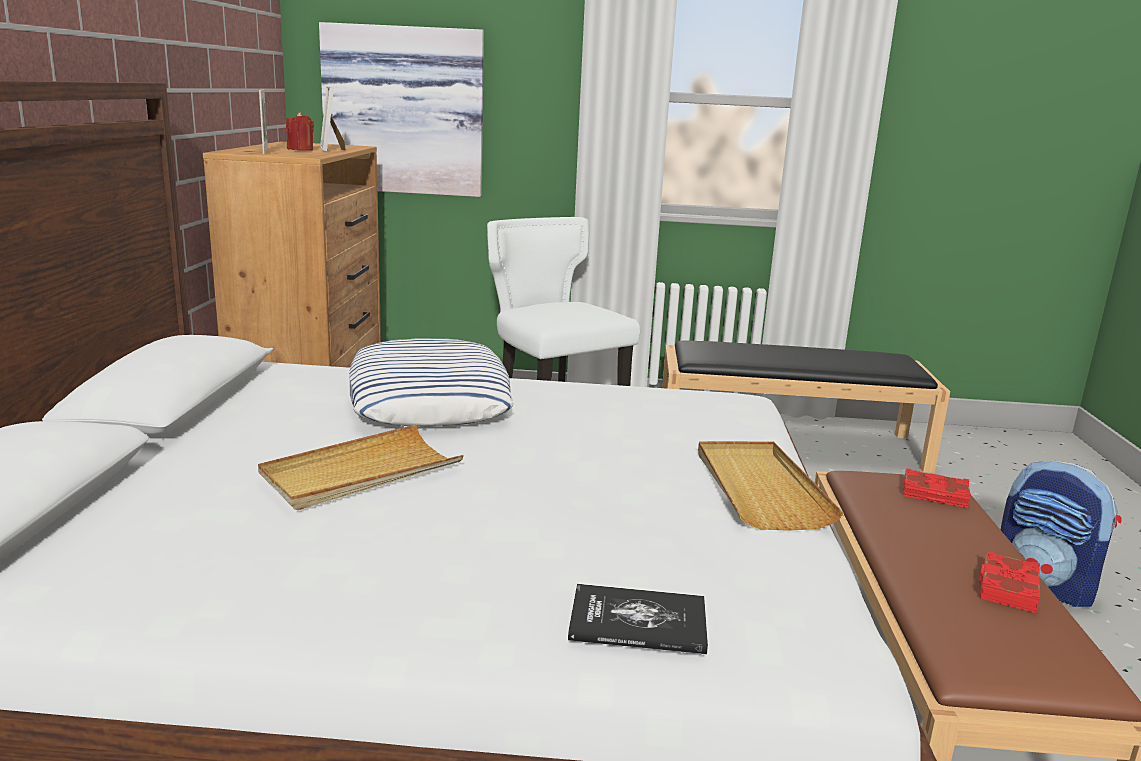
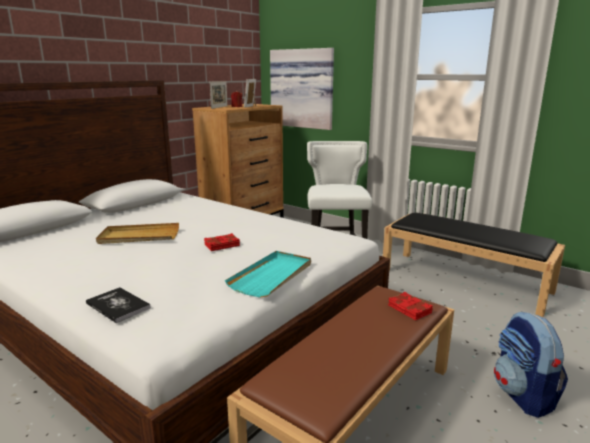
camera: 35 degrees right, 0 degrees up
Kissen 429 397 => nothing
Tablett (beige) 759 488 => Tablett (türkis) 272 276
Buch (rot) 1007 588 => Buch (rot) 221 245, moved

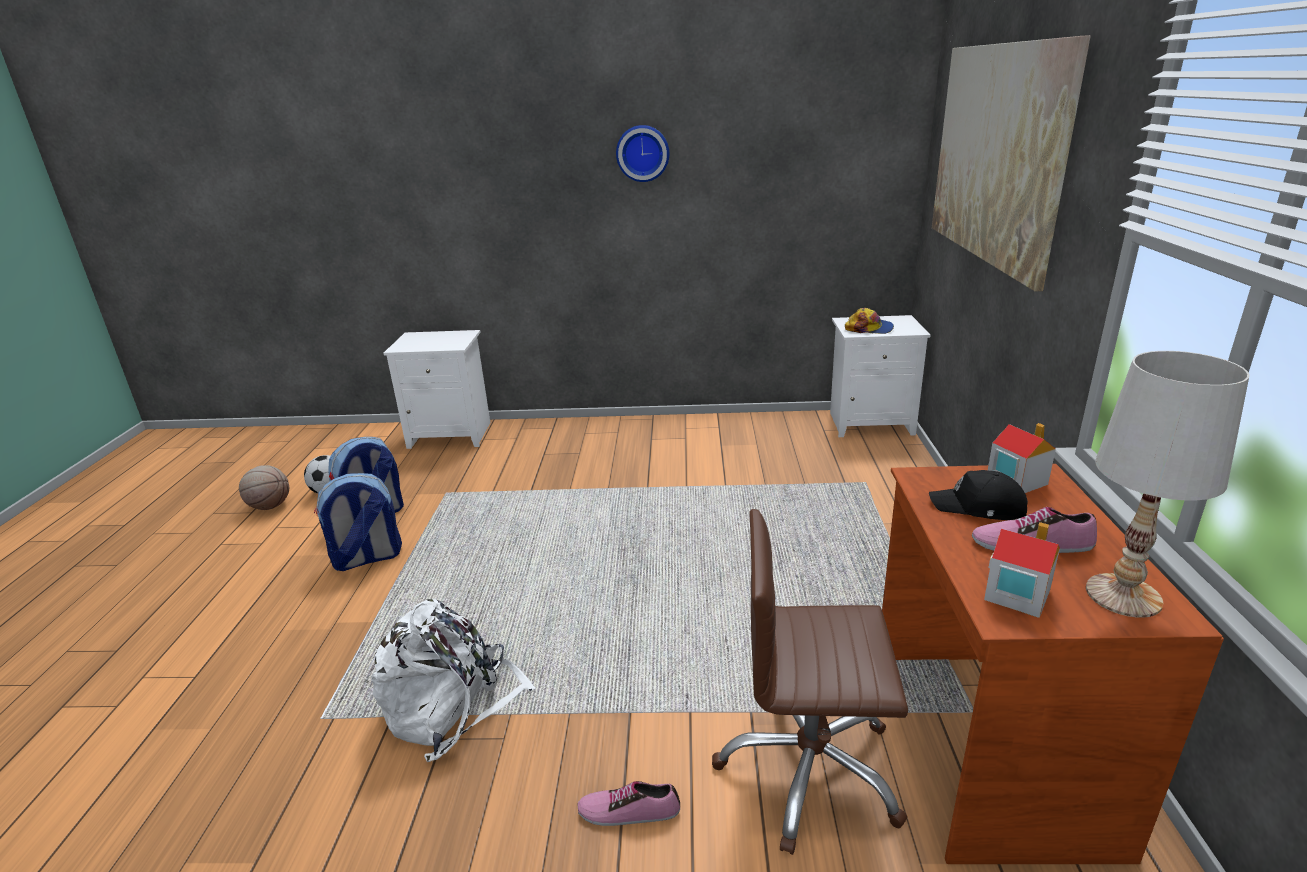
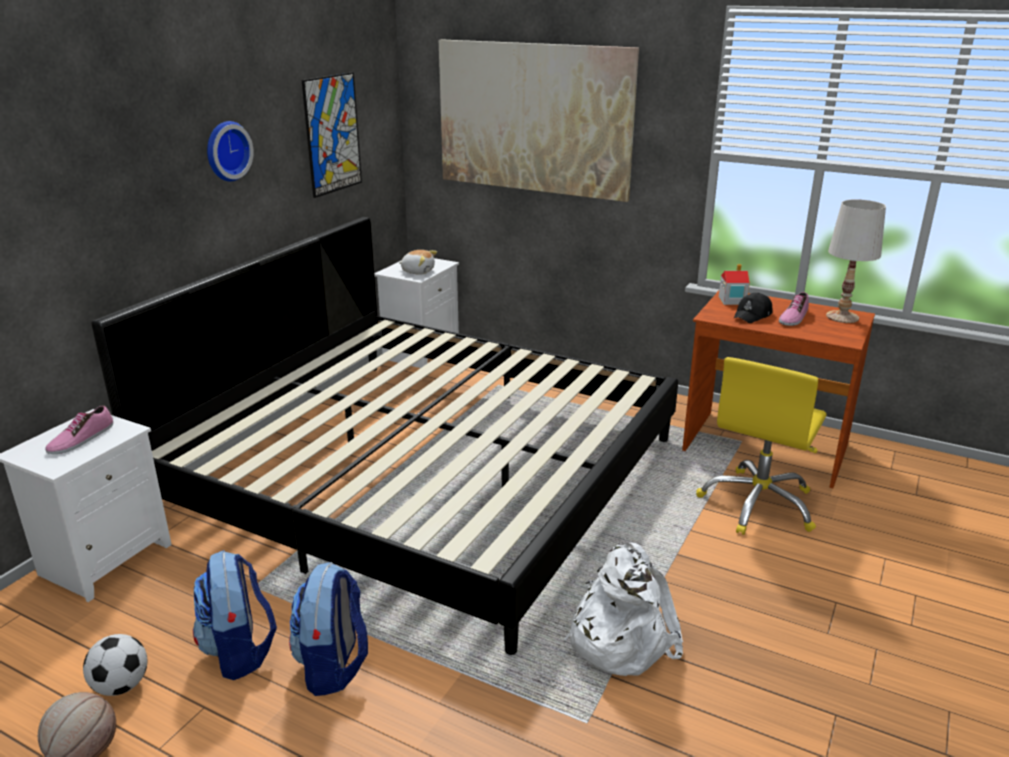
camera: 65 degrees left, 0 degrees up
Kappe 869 328 => Plüschtier 418 271
Bürostuhl (braun) 809 770 => Bürostuhl (gelb) 758 504
Spielzeughaus 1016 594 => nothing
Schuh 629 810 => Schuh 81 439, moved
nothing => Bild 332 134
nothing => Bett 423 472

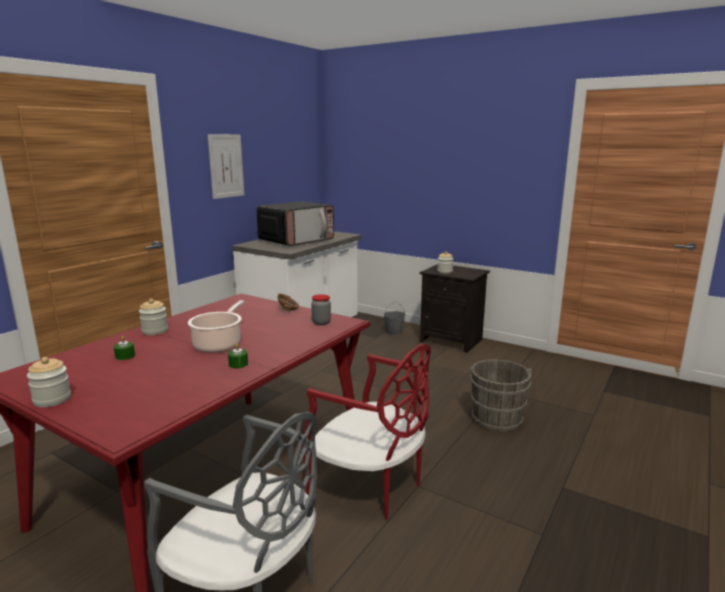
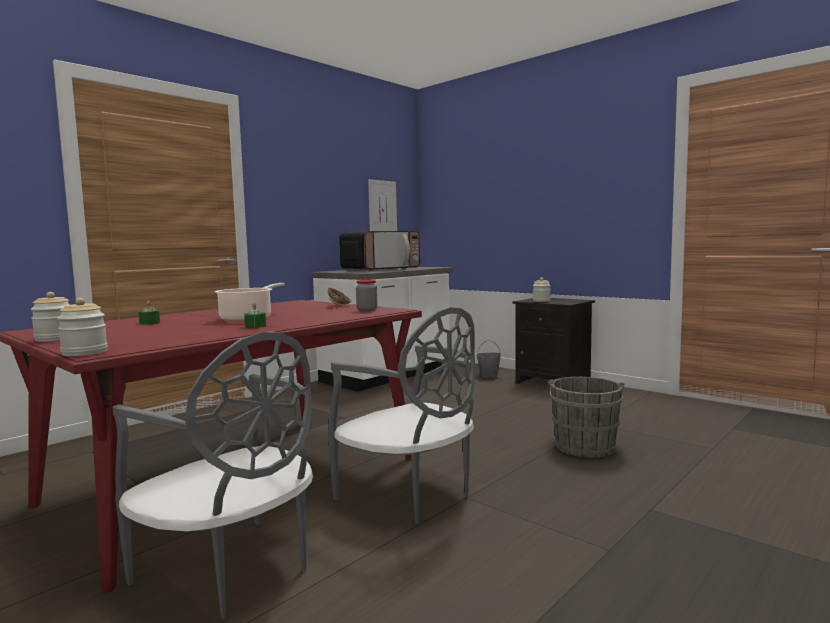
camera: 10 degrees right, 10 degrees down
Bild 226 166 => Bild 382 208, moved
Vorratsglas 155 331 => Vorratsglas 84 352, moved
Stuhl (rot) 370 487 => Stuhl (grau) 410 495

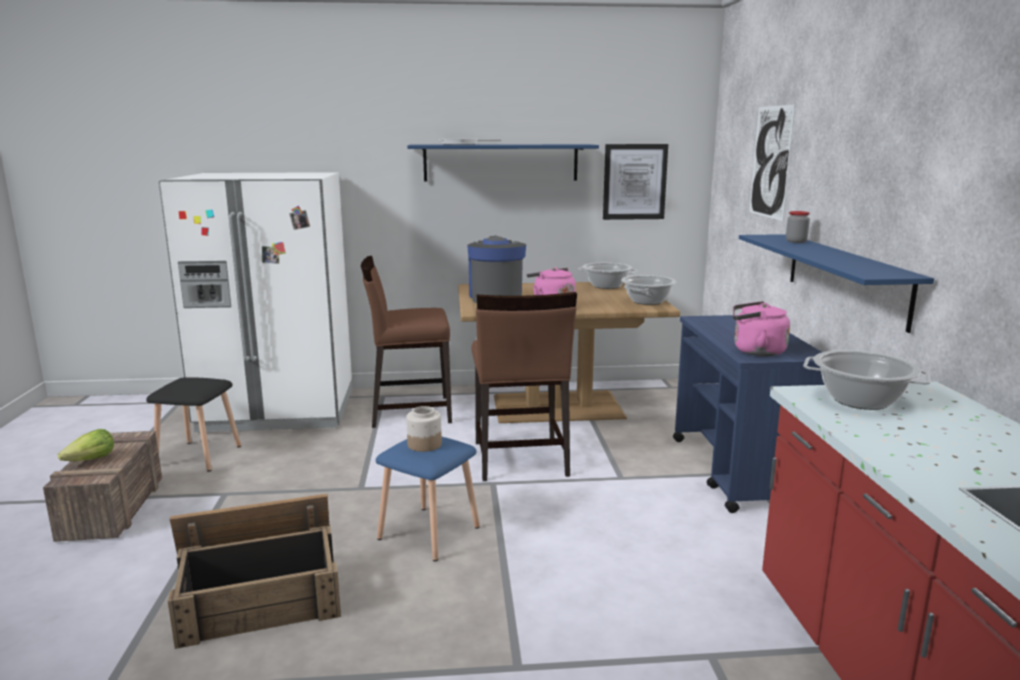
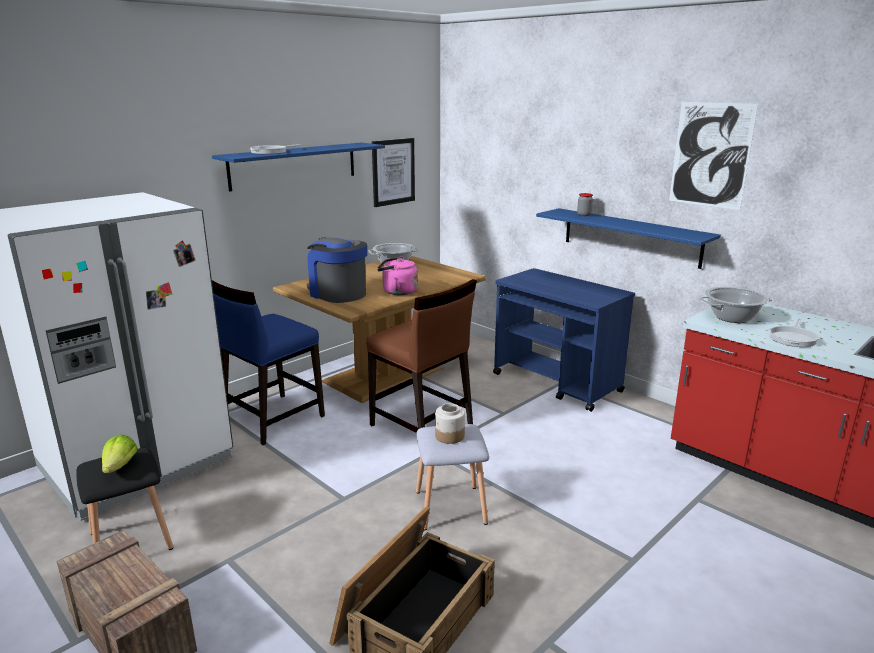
camera: 40 degrees left, 5 degrees up
Bild 770 162 => Bild 710 155, moved
Stuhl (braun) 410 411 => Stuhl (blau) 272 418
Kochtopf 647 301 => nothing
Wasserkessel (rosa) 755 351 => nothing
Salatkopf 91 460 => Salatkopf 120 466, moved
Hocker (blau) 431 533 => Hocker (grau) 451 506
nothing => Pfanne 793 338

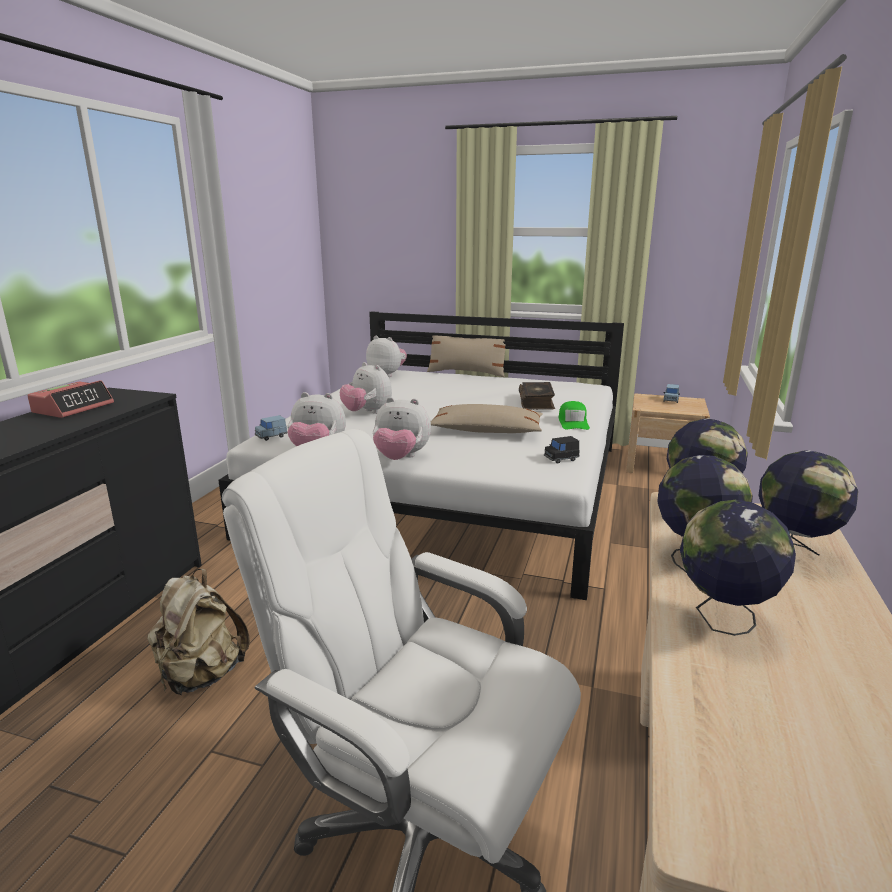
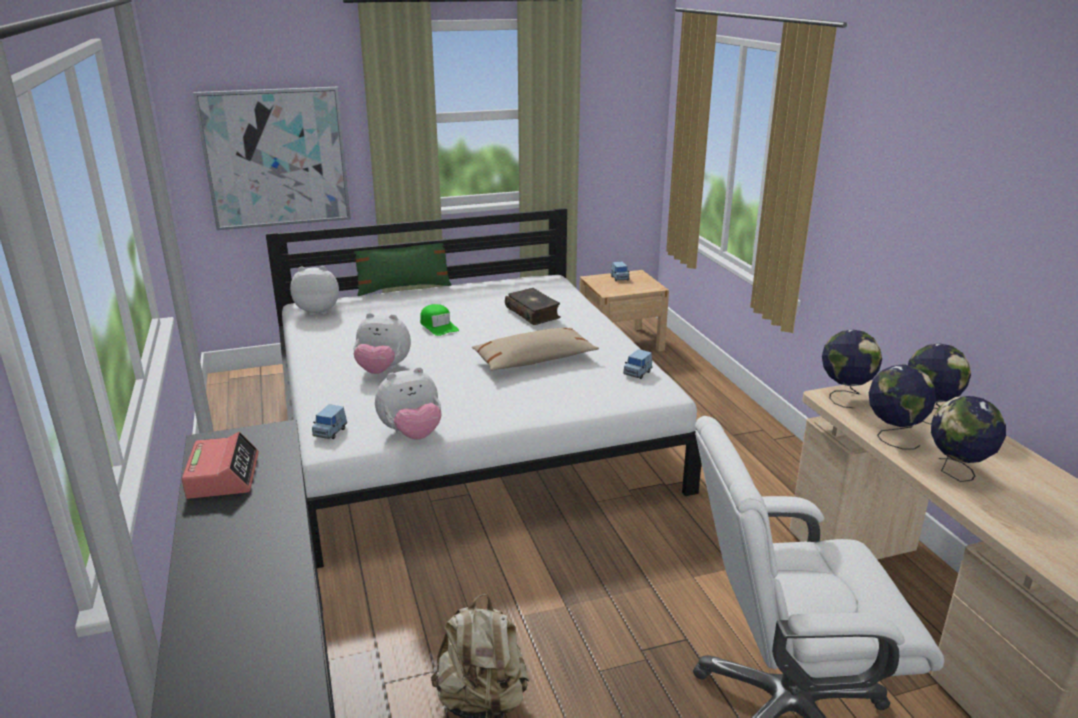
camera: 35 degrees left, 5 degrees up
Kissen (beige) 467 373 => Kissen (grün) 404 288
Plüschtier 401 458 => nothing
Kappe (grün) 573 422 => Kappe (grün) 438 326, moved
Spielzeugauto (schwarz) 561 459 => Spielzeugauto (blau) 637 373
nothing => Bild 276 158

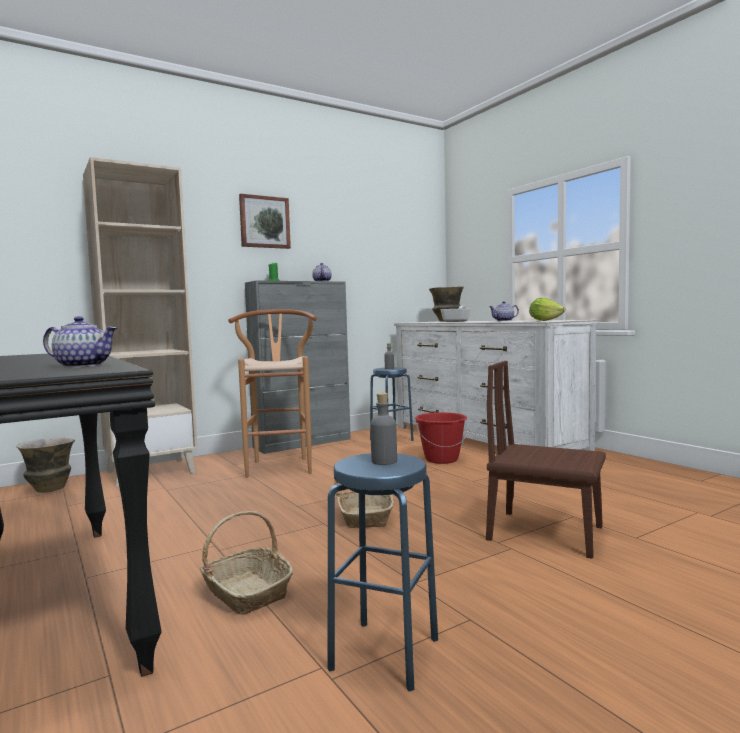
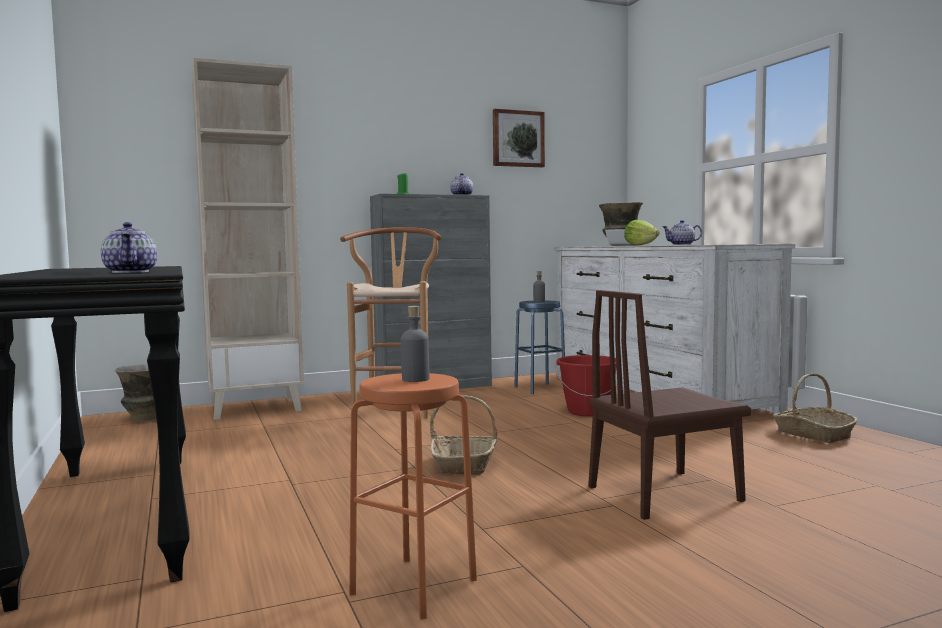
camera: 10 degrees right, 0 degrees up
Bild 264 222 => Bild 517 139, moved
Salatkopf 545 320 => Salatkopf 640 245, moved
Teekanne 82 366 => Teekanne 131 272, 45 degrees clockwise
Stuhl (braun) 545 533 => Stuhl (braun) 664 493, 60 degrees counterclockwise
Hocker (blau) 385 653 => Hocker (orange) 414 586
Korb 246 592 => Korb 813 434, moved

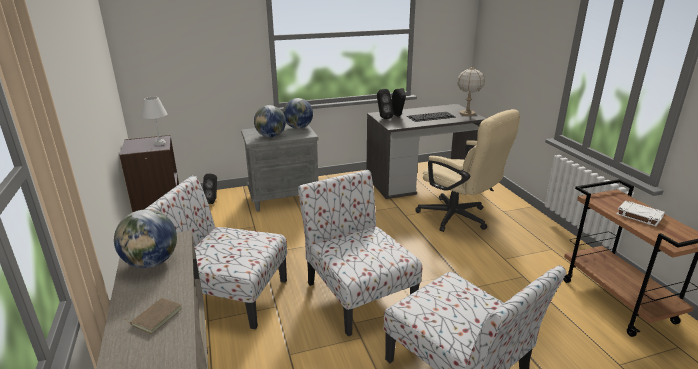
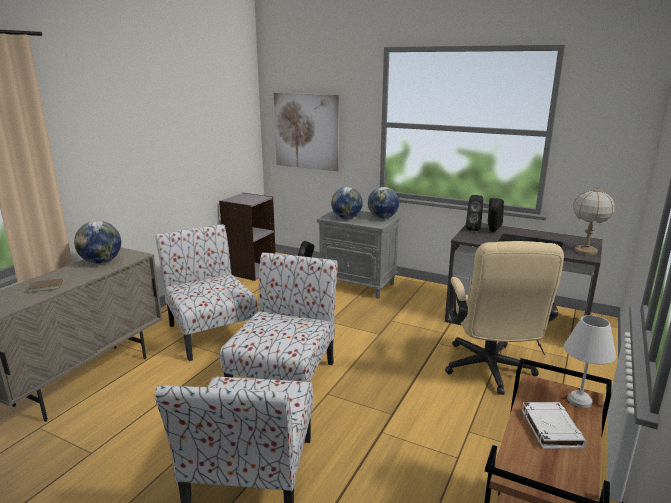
camera: 45 degrees right, 5 degrees down
Tischlampe (weiß) 160 143 => Tischlampe (weiß) 579 401, moved
nothing => Bild 306 131

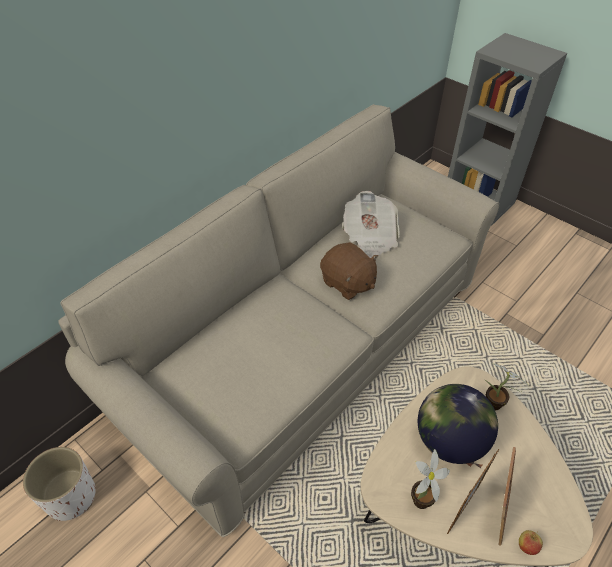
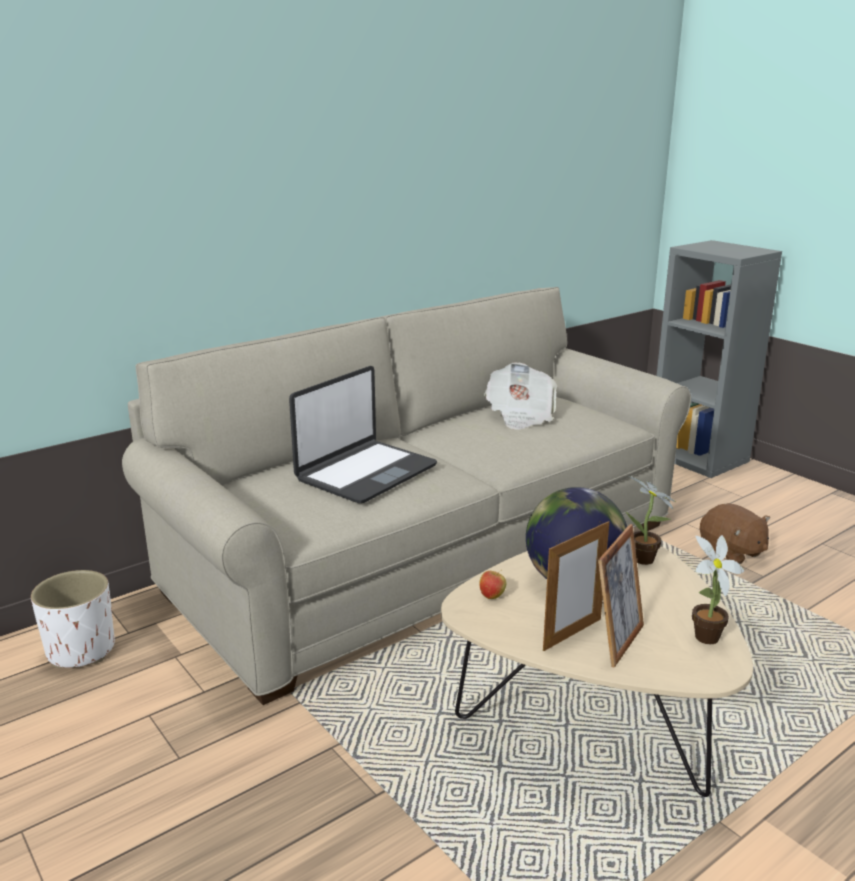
camera: 10 degrees right, 25 degrees down
Plüschtier (braun) 347 283 => Plüschtier (braun) 731 552, moved
Topfpflanze 418 502 => Topfpflanze 703 638, moved
Apfel 526 546 => Apfel 492 596, moved
nothing => Laptop 365 473

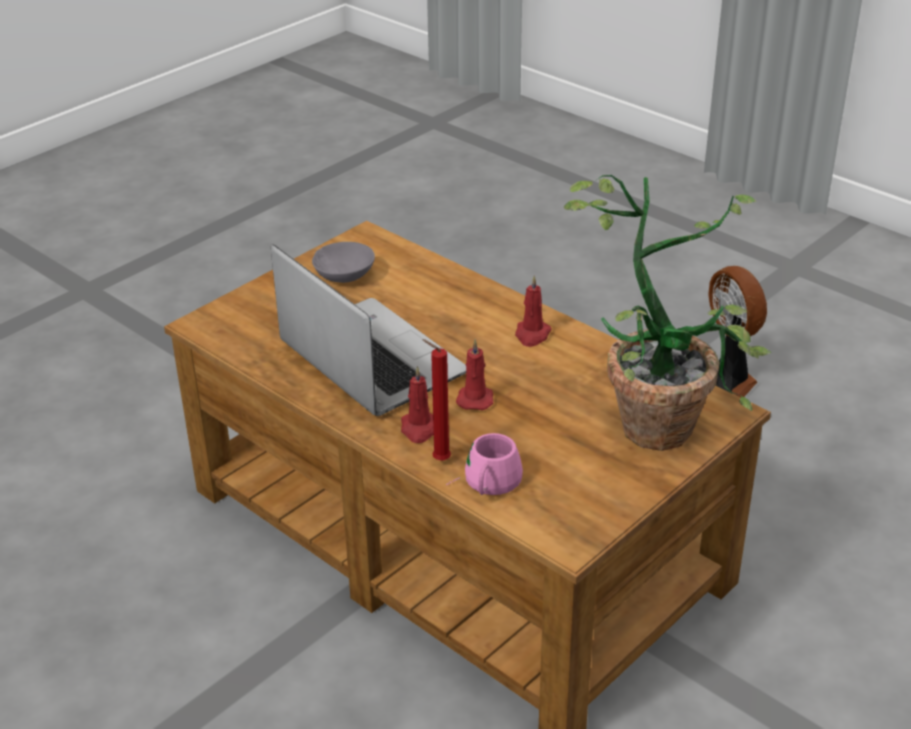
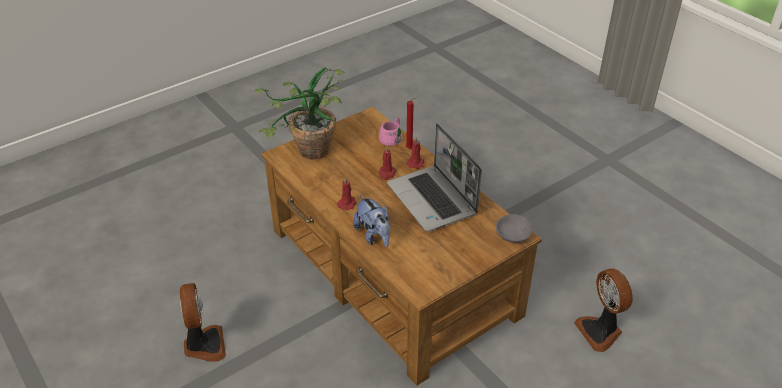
camera: 170 degrees left, 5 degrees up
Schüssel (grau) 346 275 => Schüssel (grau) 511 235, moved
nothing => Plüschtier 374 236
nothing => Ventilator 600 331

